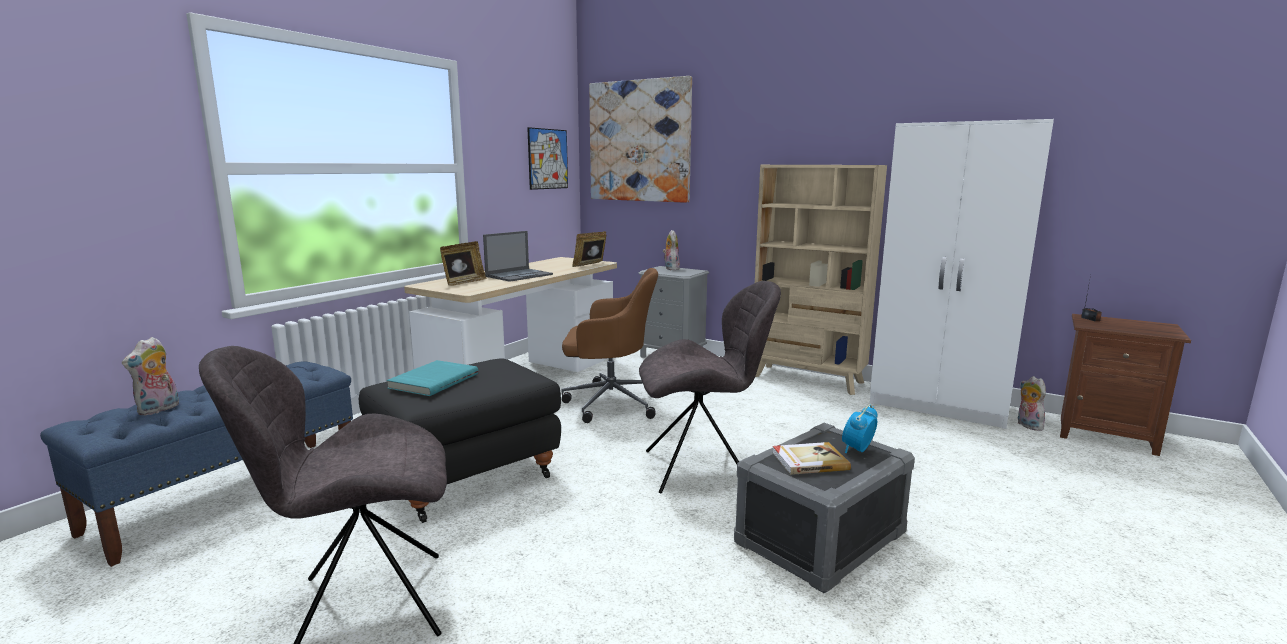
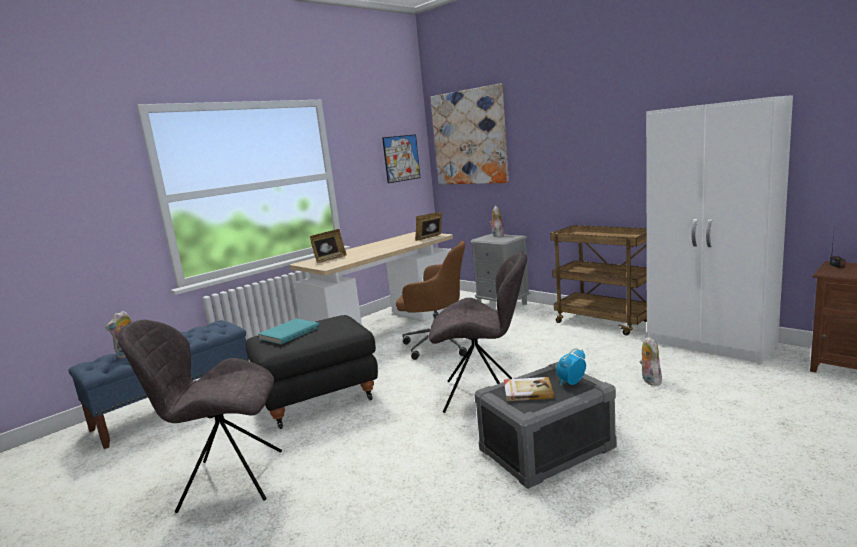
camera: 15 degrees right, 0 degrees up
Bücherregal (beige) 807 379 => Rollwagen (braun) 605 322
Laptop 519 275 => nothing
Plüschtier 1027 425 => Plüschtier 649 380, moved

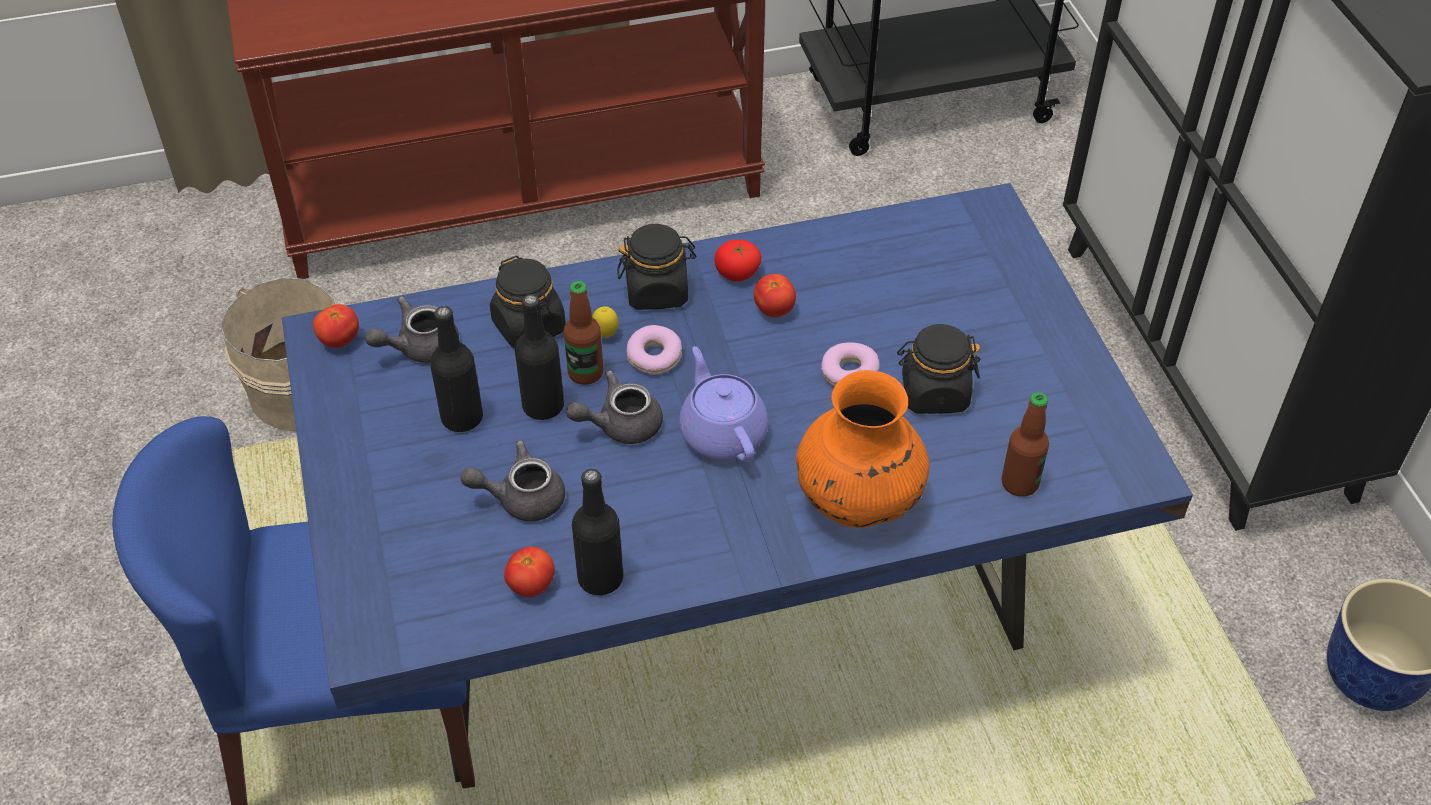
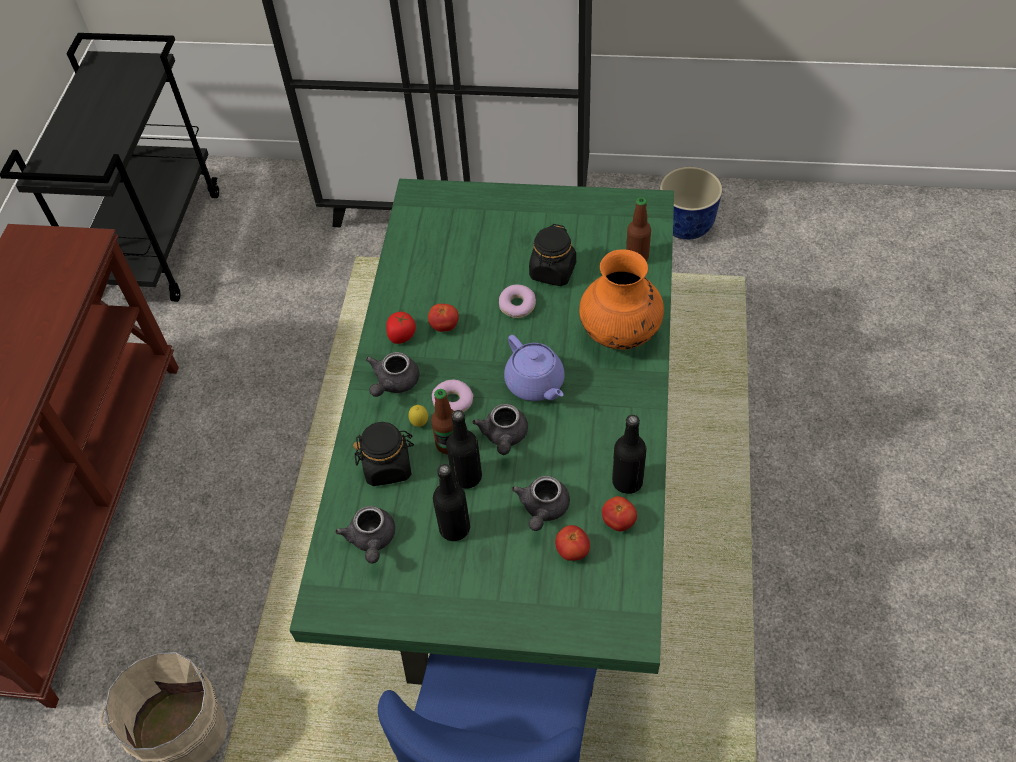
camera: 65 degrees left, 5 degrees up
Esstisch (blau) 712 615 => Esstisch (grün) 518 510
Vorratsglas (schwarz) 657 291 => Teekanne (grau) 393 383
Tomate 339 340 => Tomate 572 551, moved
Teekanne (lila) 722 432 => Teekanne (lila) 535 384, 120 degrees counterclockwise

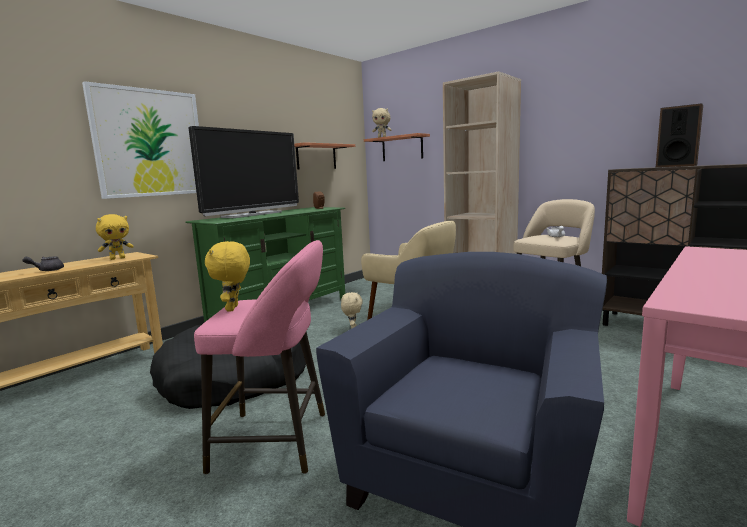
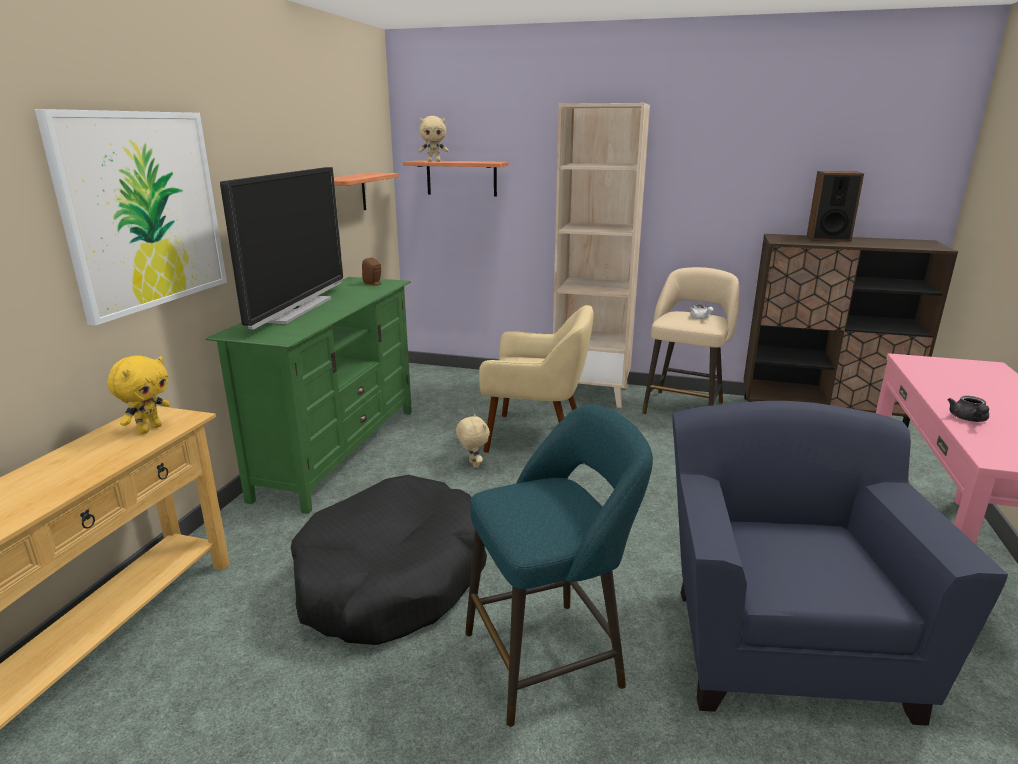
camera: 25 degrees left, 10 degrees up
Hocker (rosa) 278 441 => Hocker (türkis) 551 657
Plüschtier (gelb) 233 308 => nothing
Teekanne (grau) 47 270 => Teekanne (grau) 968 419, moved

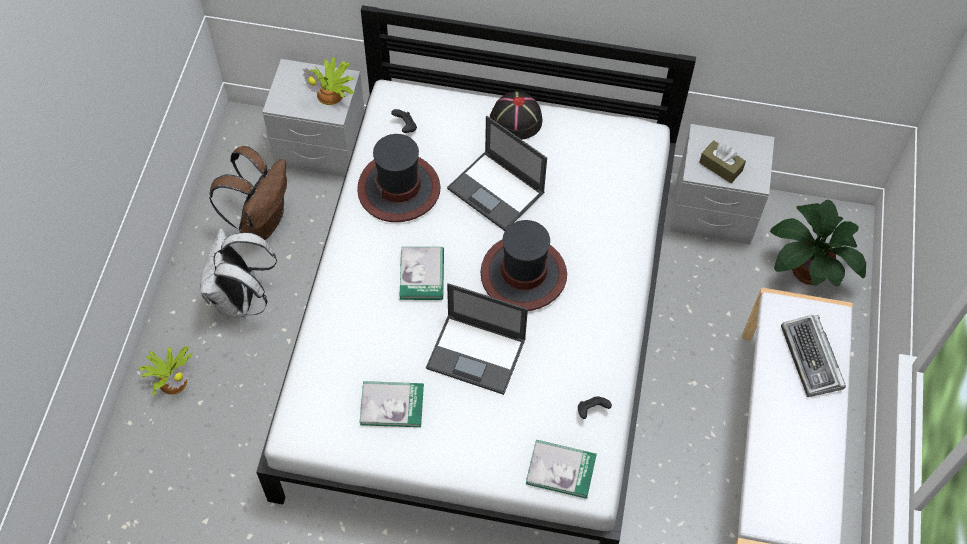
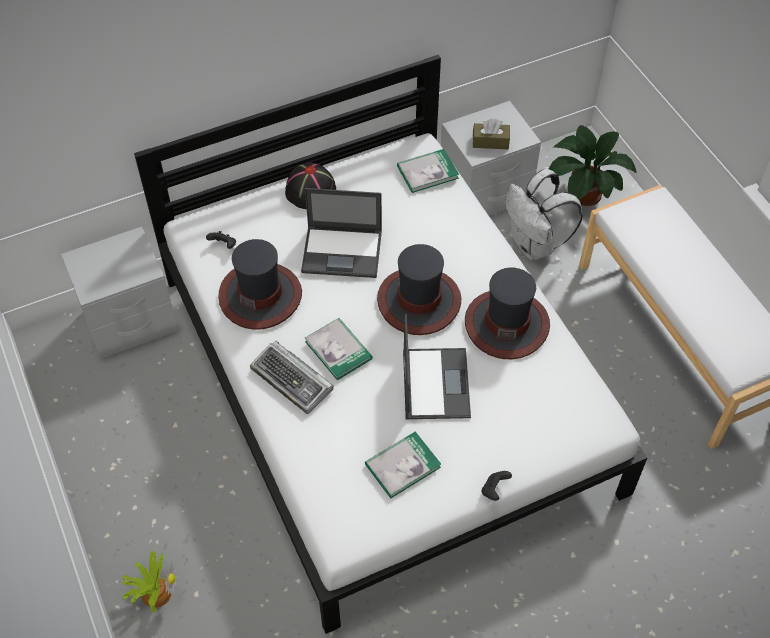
camera: 35 degrees left, 5 degrees down
Topfpflanze 332 93 => nothing
Rucksack (braun) 261 221 => nothing
Rucksack (weiß) 241 300 => Rucksack (weiß) 534 245, moved
Laptop 477 354 => Laptop 435 383, 75 degrees counterclockwise
Tastatur 811 359 => Tastatur 292 380, moved
Gamepad (schwarz) 591 410 => Gamepad (schwarz) 494 490, moved
Buch 561 469 => Buch 427 172, moved
nothing => Hut 506 324

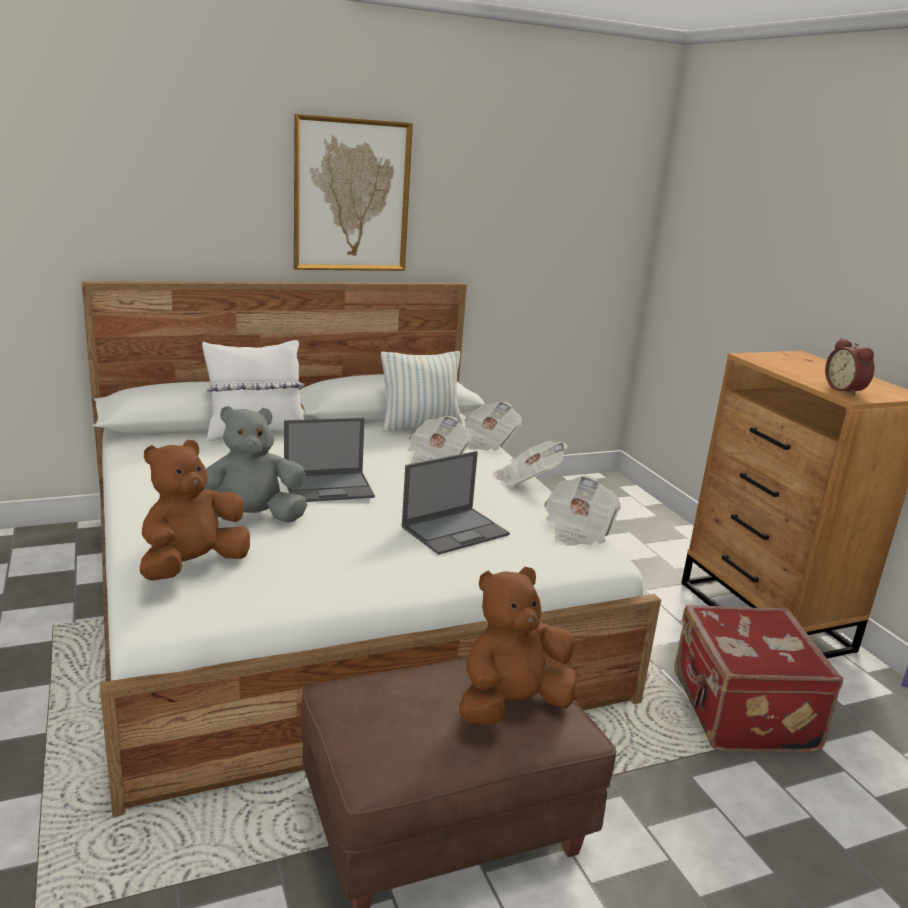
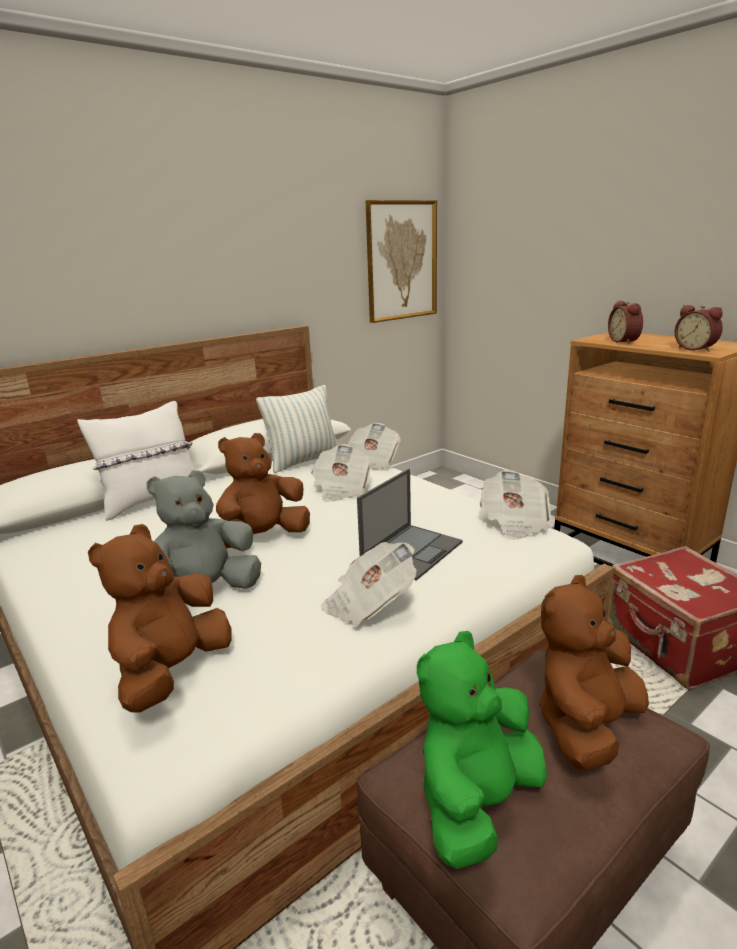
camera: 15 degrees left, 0 degrees up
Bild 351 196 => Bild 401 261, moved
Laptop 329 487 => Plüschtier (braun) 262 538
Zeitung 527 480 => Zeitung 369 604, moved
nothing => Wecker 625 341
nothing => Plüschtier (grün) 476 802

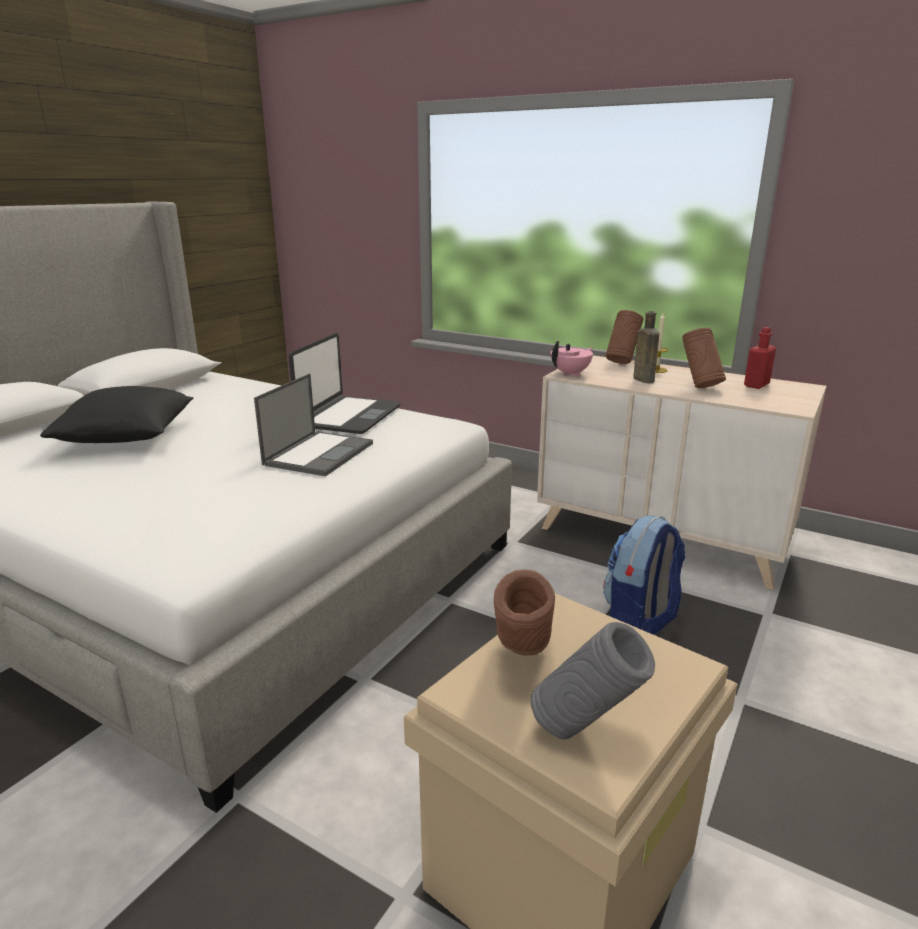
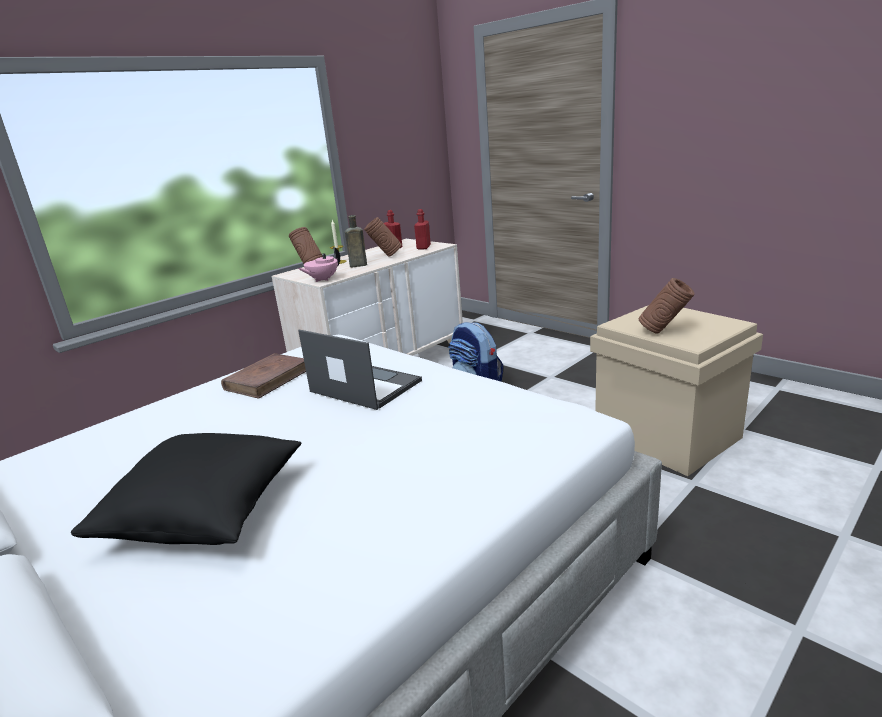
camera: 75 degrees left, 0 degrees up
Laptop 348 416 => Buch (braun) 268 379
Teekanne (rosa) 571 374 => Teekanne (rosa) 322 279, 105 degrees counterclockwise
Vase (grau) 586 732 => nothing
nothing => Flasche (rot) 423 247

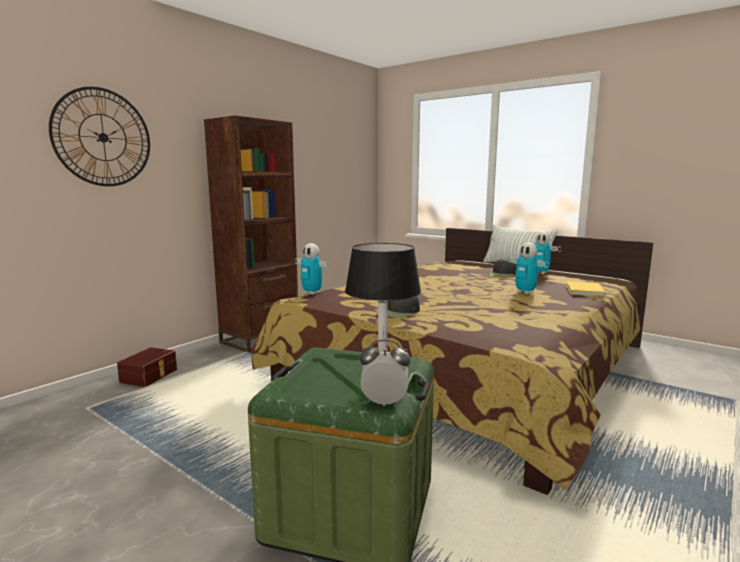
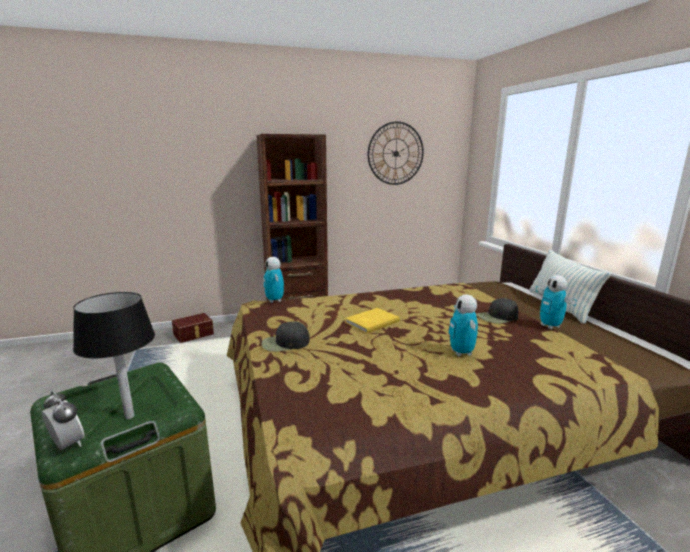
camera: 35 degrees right, 5 degrees up
Wanduhr 103 137 => Wanduhr 396 153, moved
Buch (gelb) 583 290 => Buch (gelb) 370 321, moved

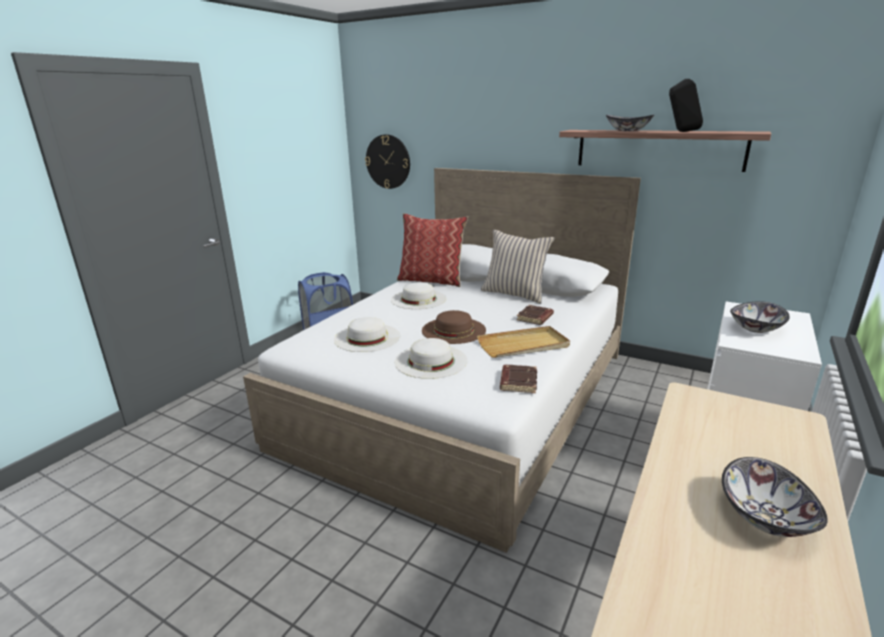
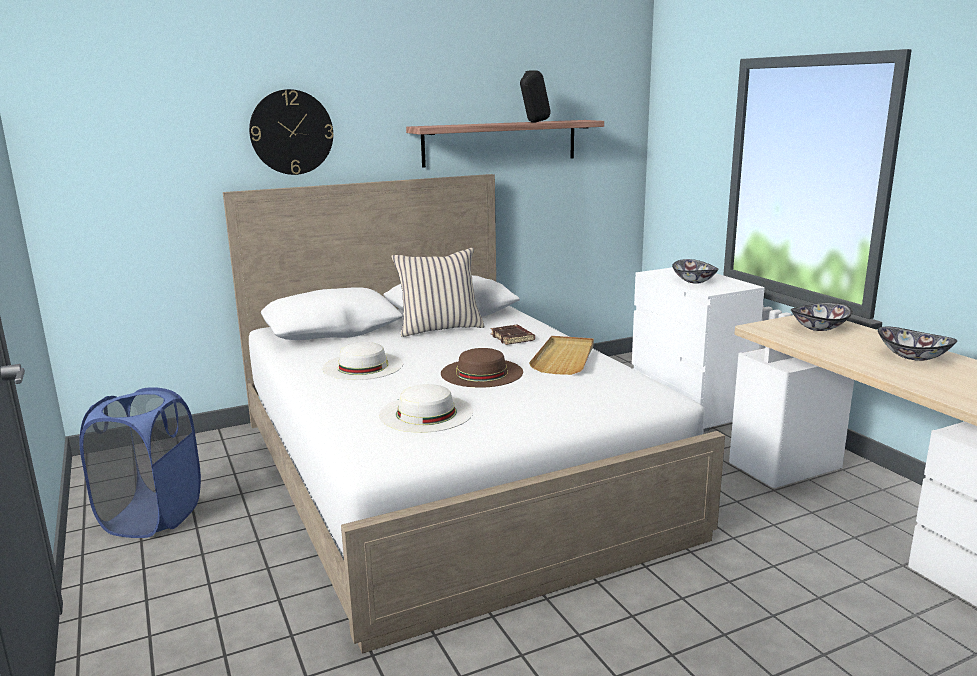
camera: 55 degrees left, 5 degrees down
Schüssel 628 130 => Schüssel 818 328, moved
Wanduhr 388 161 => Wanduhr 291 132, moved
Kissen 432 280 => nothing
Hut (weiß) 431 361 => nothing
Buch (braun) 517 382 => nothing

